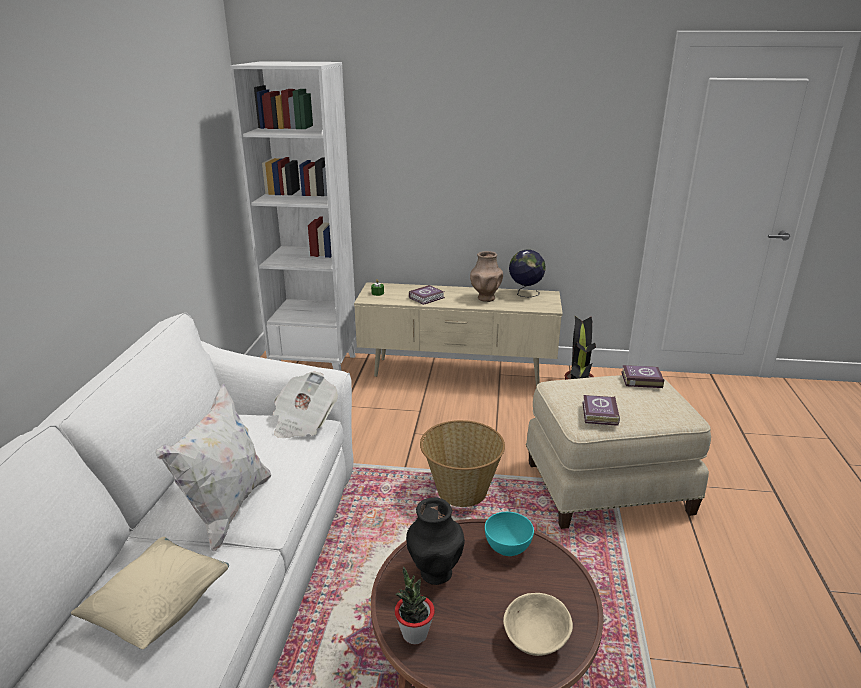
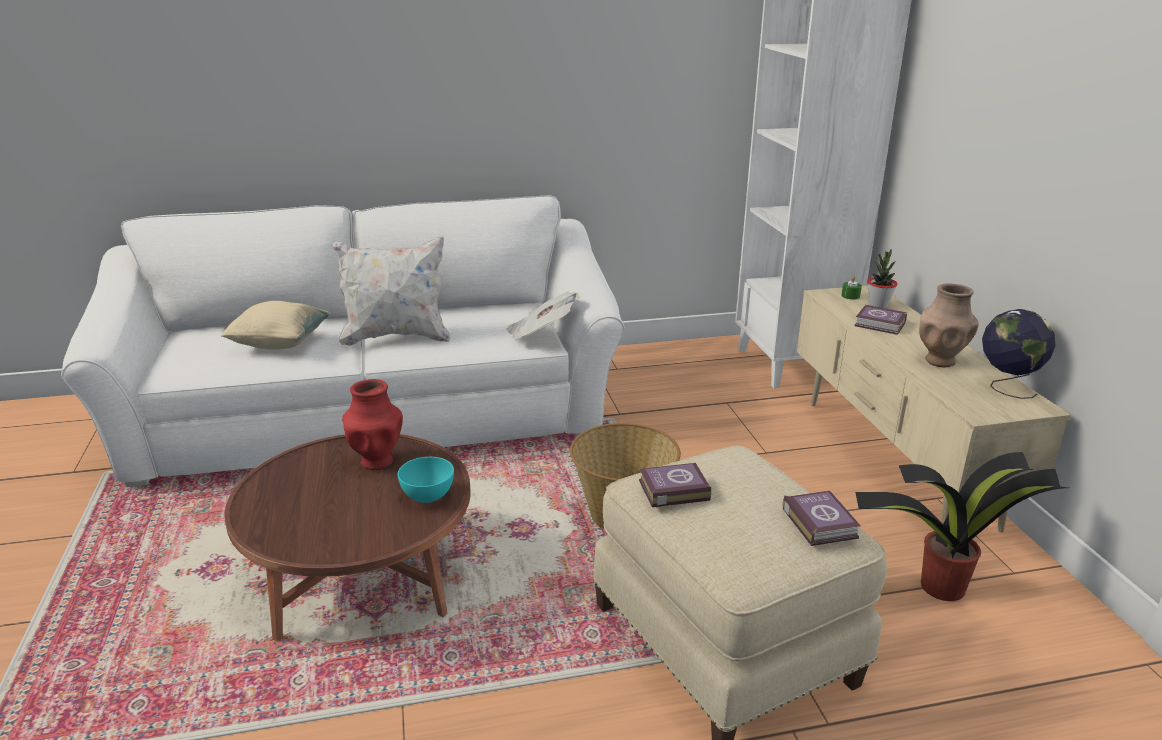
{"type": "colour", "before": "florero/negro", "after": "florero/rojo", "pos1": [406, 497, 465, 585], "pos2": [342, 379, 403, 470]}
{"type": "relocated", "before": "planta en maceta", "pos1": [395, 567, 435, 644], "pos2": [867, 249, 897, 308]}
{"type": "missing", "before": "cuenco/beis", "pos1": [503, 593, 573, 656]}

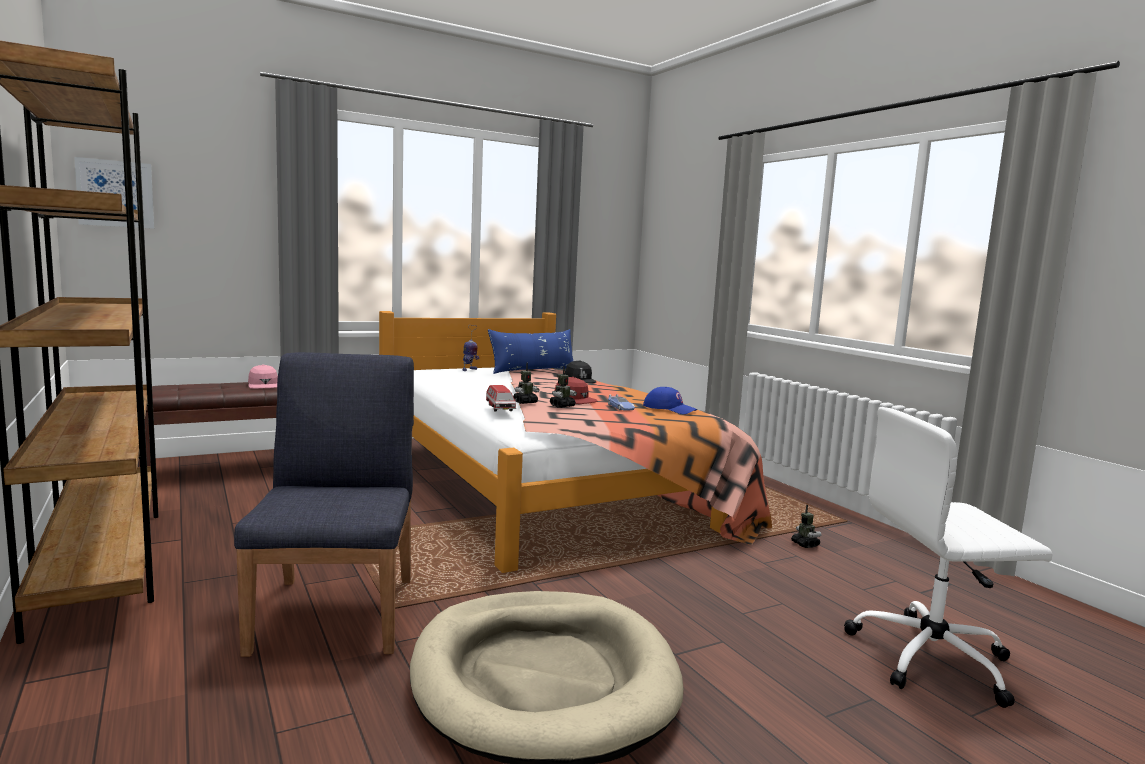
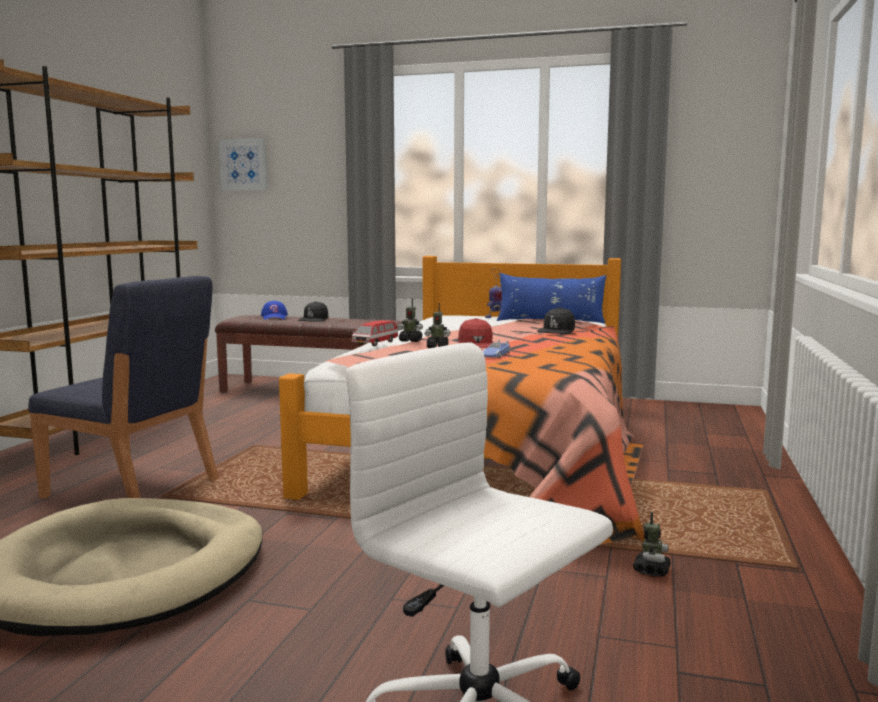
{"type": "spun", "before": "silla/azul", "pos1": [234, 352, 414, 657], "pos2": [28, 276, 219, 499], "turn": 75}
{"type": "relocated", "before": "gorra/azul", "pos1": [643, 387, 697, 414], "pos2": [261, 301, 288, 320]}
{"type": "colour", "before": "gorra/rosa", "after": "gorra/negro", "pos1": [248, 365, 278, 389], "pos2": [298, 301, 328, 322]}

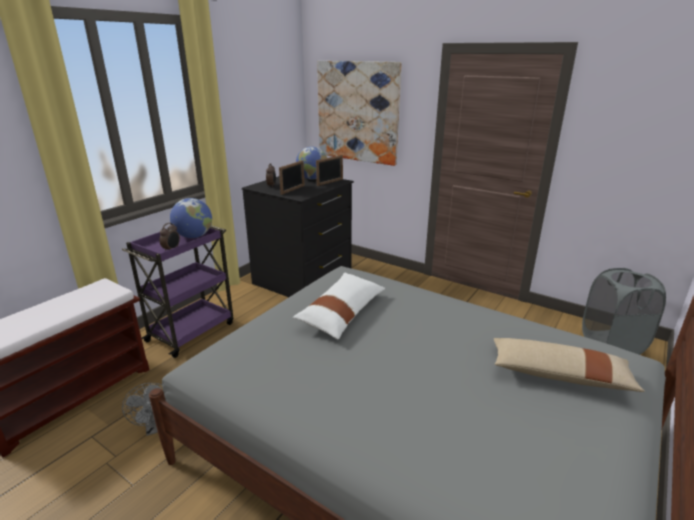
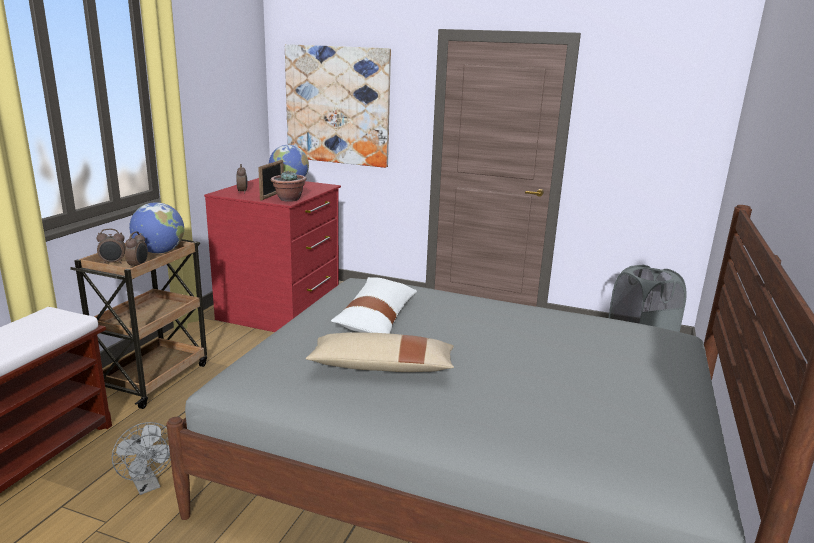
{"type": "colour", "before": "carrito/morado", "after": "carrito/marrón", "pos1": [122, 225, 233, 358], "pos2": [70, 239, 207, 409]}
{"type": "appeared", "after": "despertador", "pos2": [97, 229, 126, 264]}
{"type": "colour", "before": "cómoda/negro", "after": "cómoda/rojo", "pos1": [242, 176, 354, 297], "pos2": [204, 178, 341, 332]}
{"type": "appeared", "after": "planta en maceta", "pos2": [271, 171, 306, 202]}
{"type": "relocated", "before": "cojín/beis", "pos1": [494, 338, 645, 392], "pos2": [306, 332, 454, 372]}
{"type": "missing", "before": "portarretratos", "pos1": [316, 155, 343, 186]}

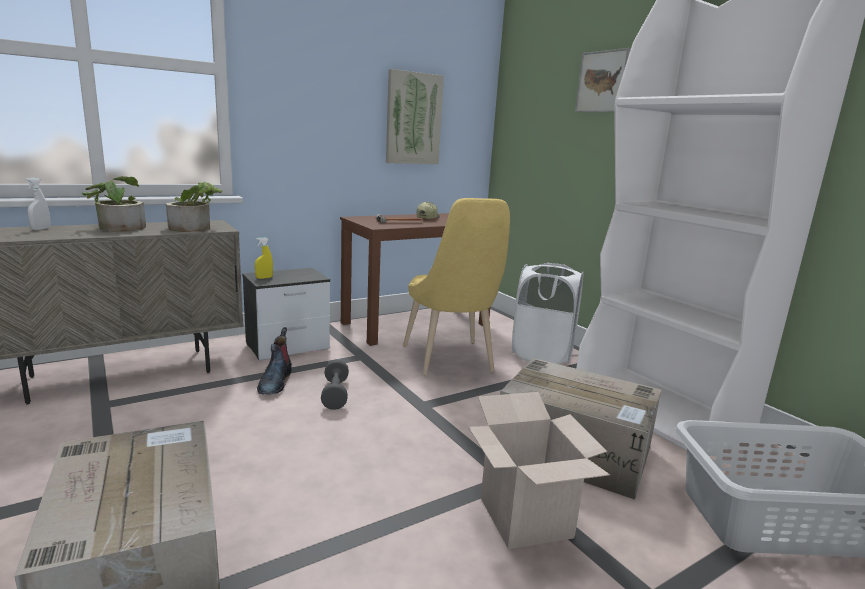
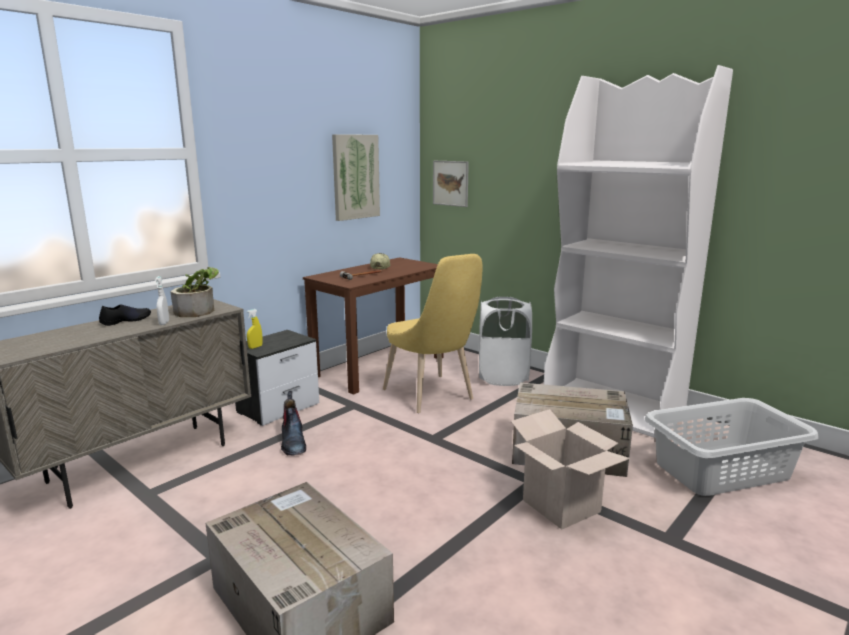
{"type": "exchanged", "before": "planta en maceta", "after": "zapato/negro", "pos1": [82, 176, 146, 231], "pos2": [99, 304, 151, 326]}
{"type": "relocated", "before": "pulverizador/blanco", "pos1": [25, 178, 51, 230], "pos2": [155, 276, 169, 325]}
{"type": "relocated", "before": "cuadro", "pos1": [575, 48, 630, 112], "pos2": [433, 161, 469, 207]}
{"type": "missing", "before": "mancuerna/gris", "pos1": [321, 359, 349, 410]}

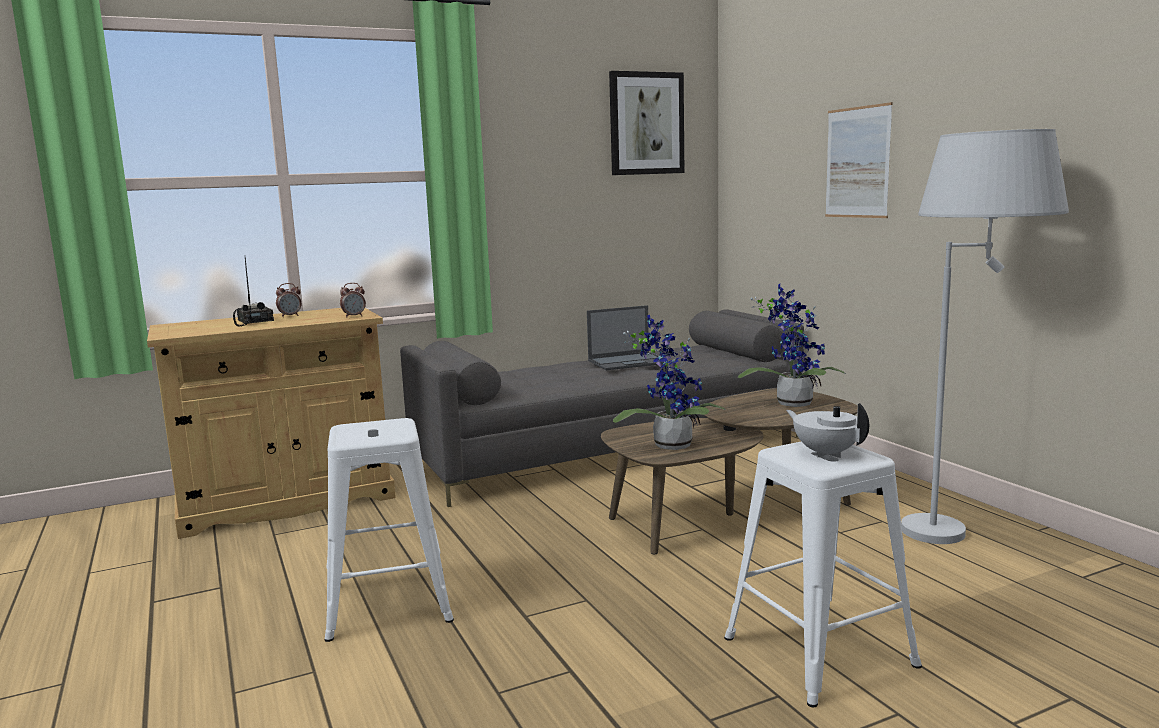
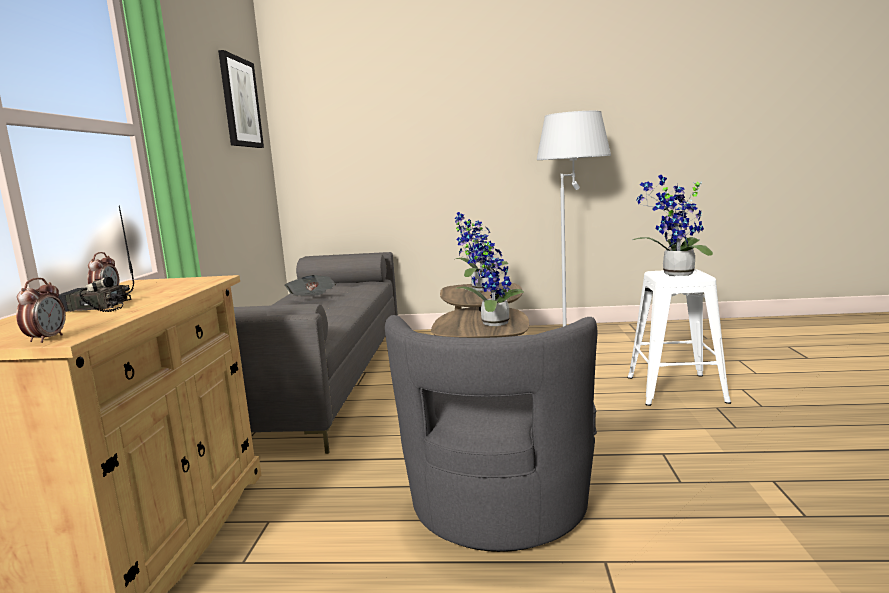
{"type": "relocated", "before": "despertador", "pos1": [340, 283, 366, 317], "pos2": [16, 278, 66, 343]}
{"type": "exchanged", "before": "portátil", "after": "periódico", "pos1": [587, 305, 668, 370], "pos2": [284, 275, 336, 296]}
{"type": "exchanged", "before": "taburete/blanco", "after": "sillón/gris", "pos1": [325, 418, 454, 642], "pos2": [385, 315, 597, 552]}
{"type": "exchanged", "before": "tetera/blanco", "after": "planta en maceta", "pos1": [786, 403, 869, 458], "pos2": [632, 175, 713, 276]}
{"type": "missing", "before": "cuadro", "pos1": [825, 102, 893, 218]}

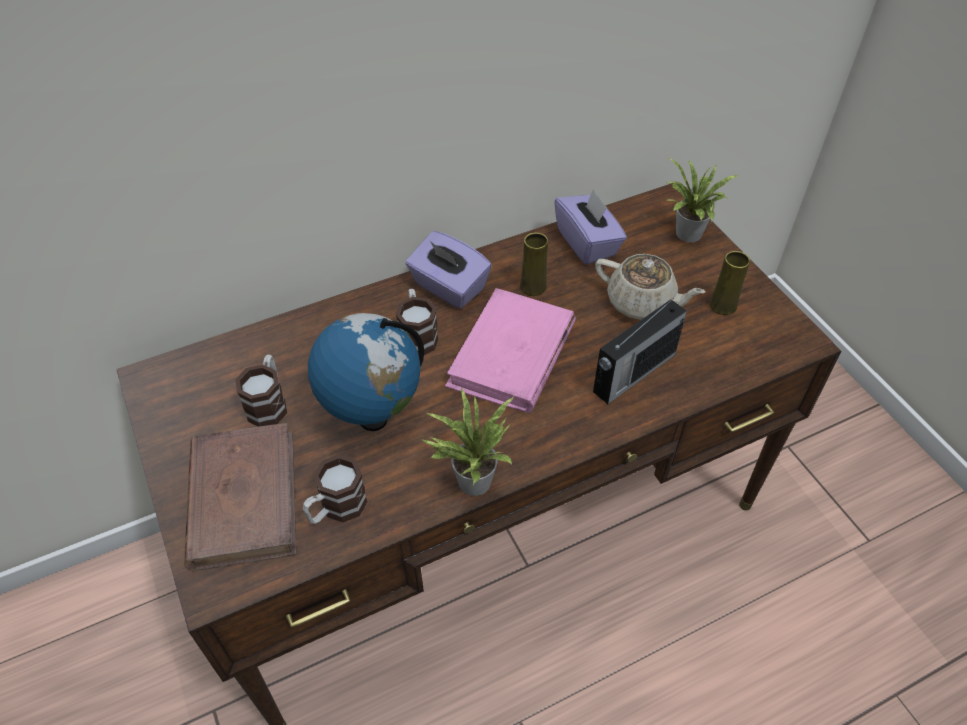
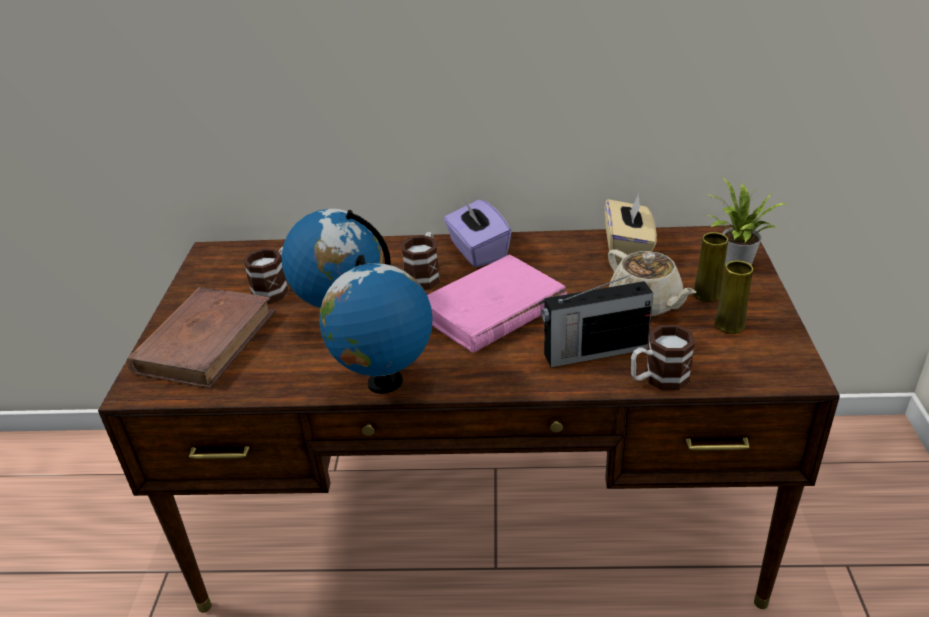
{"type": "exchanged", "before": "planta en maceta", "after": "globo terráqueo", "pos1": [422, 388, 514, 496], "pos2": [319, 255, 432, 394]}
{"type": "colour", "before": "caja de pañuelos/morado", "after": "caja de pañuelos/beis", "pos1": [554, 188, 627, 265], "pos2": [605, 194, 657, 264]}
{"type": "relocated", "before": "taza grande", "pos1": [303, 454, 368, 524], "pos2": [631, 325, 695, 390]}
{"type": "relocated", "before": "florero/amarillo", "pos1": [520, 233, 548, 296], "pos2": [693, 232, 728, 302]}

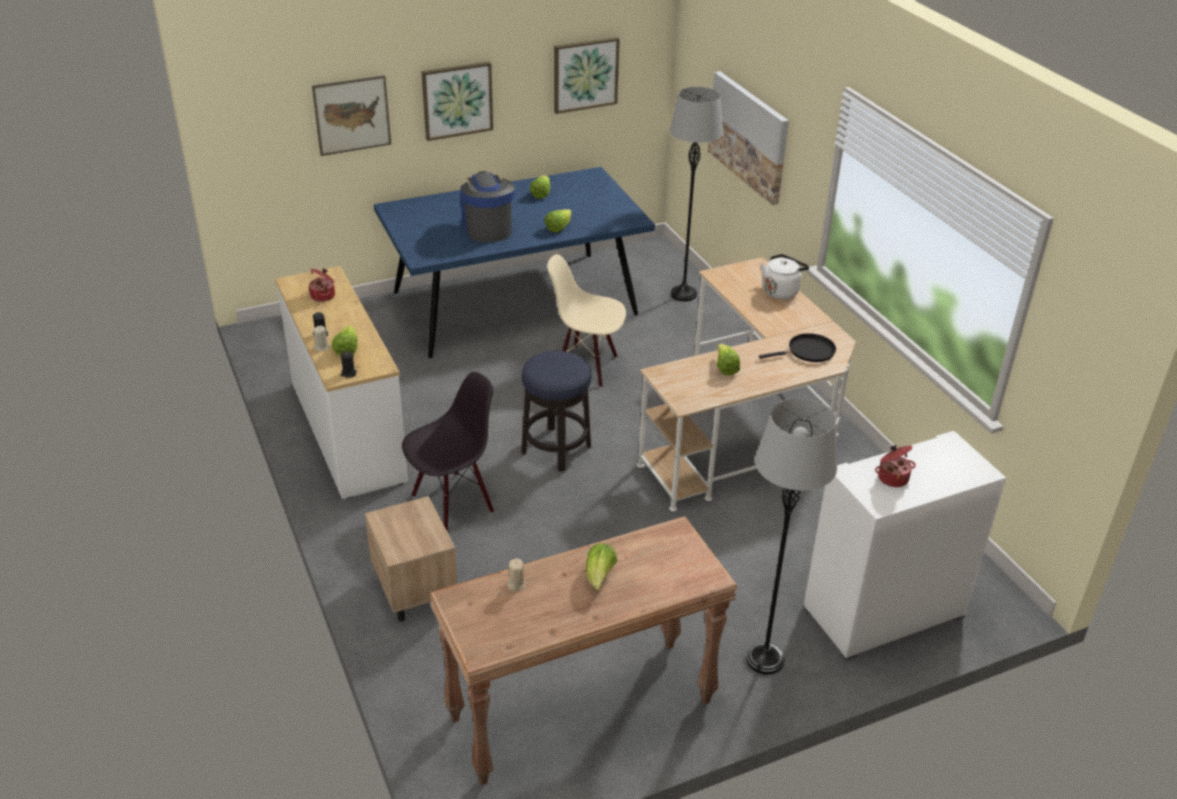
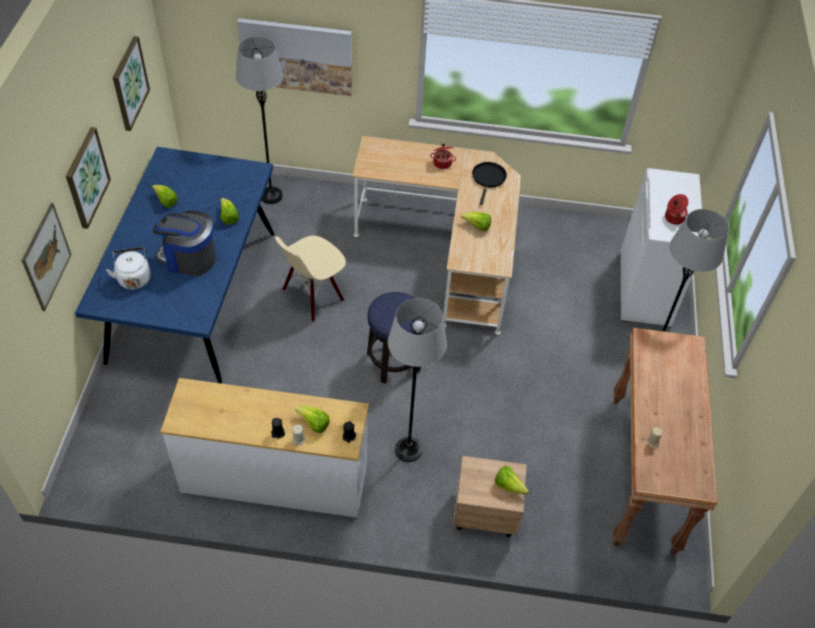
{"type": "relocated", "before": "hervidor/blanco", "pos1": [761, 254, 809, 299], "pos2": [106, 247, 151, 290]}
{"type": "exchanged", "before": "silla/negro", "after": "lámpara de pie/gris", "pos1": [402, 372, 494, 531], "pos2": [388, 298, 447, 462]}
{"type": "relocated", "before": "olla", "pos1": [308, 268, 335, 302], "pos2": [430, 144, 456, 169]}
{"type": "relocated", "before": "lechuga", "pos1": [586, 543, 617, 590], "pos2": [495, 466, 529, 494]}

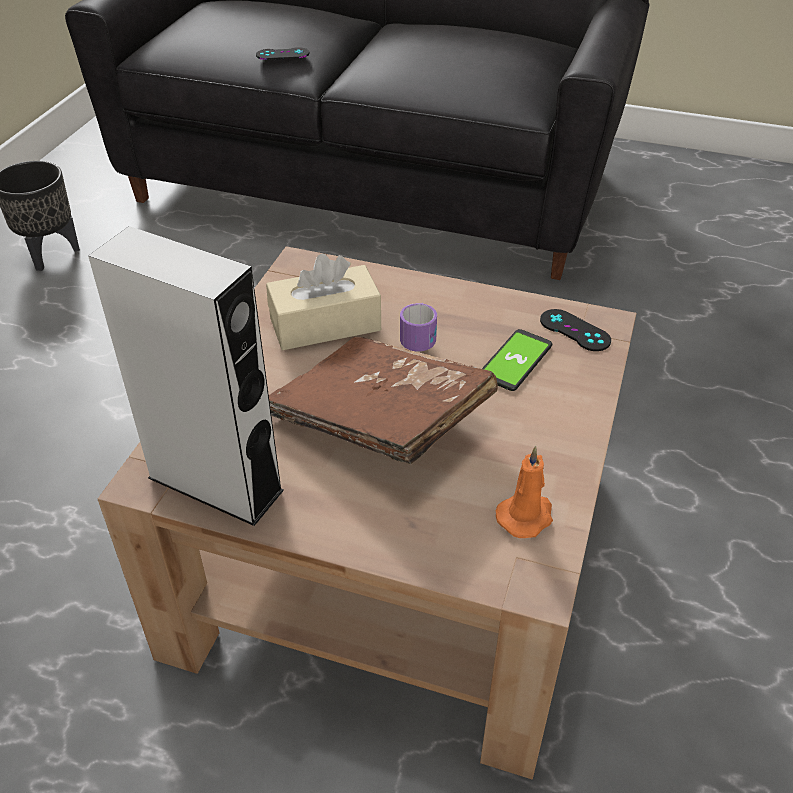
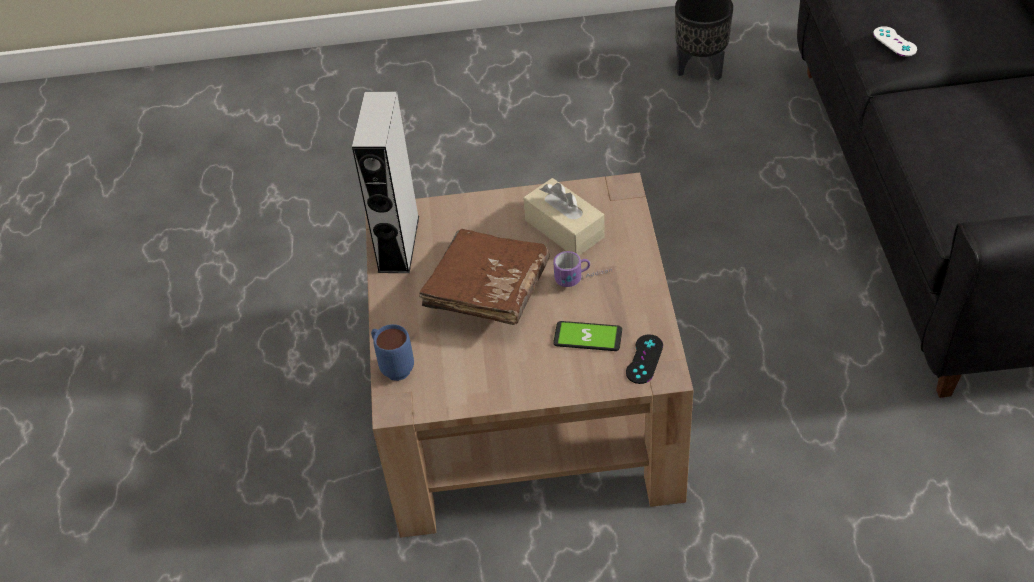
{"type": "appeared", "after": "taza grande/azul", "pos2": [371, 324, 414, 381]}
{"type": "colour", "before": "mando de consola/negro", "after": "mando de consola/blanco", "pos1": [256, 47, 309, 60], "pos2": [873, 26, 917, 56]}
{"type": "missing", "before": "vela/naranja", "pos1": [495, 446, 553, 538]}

